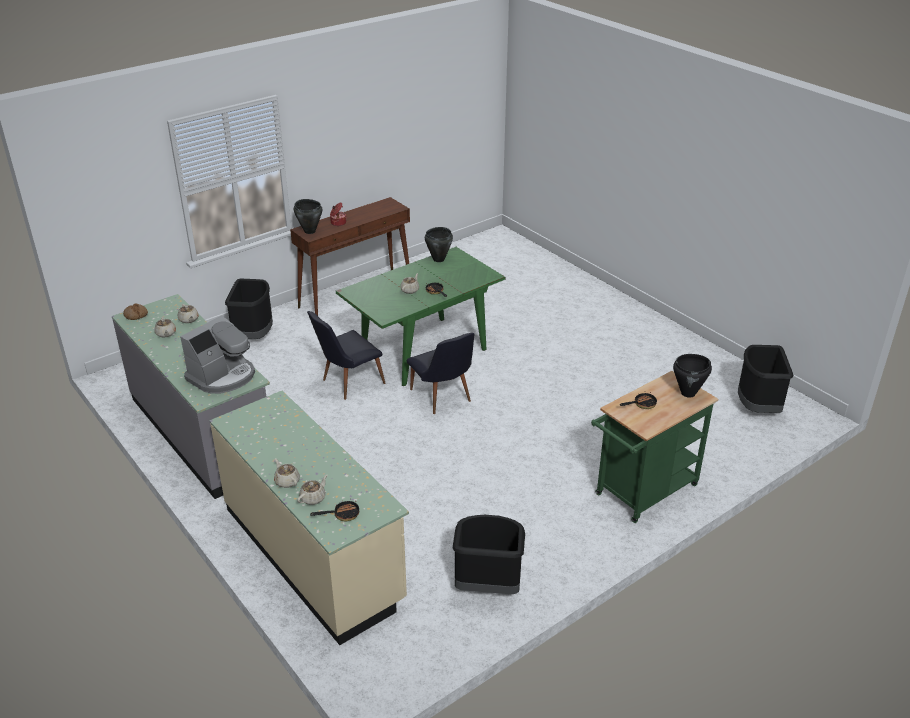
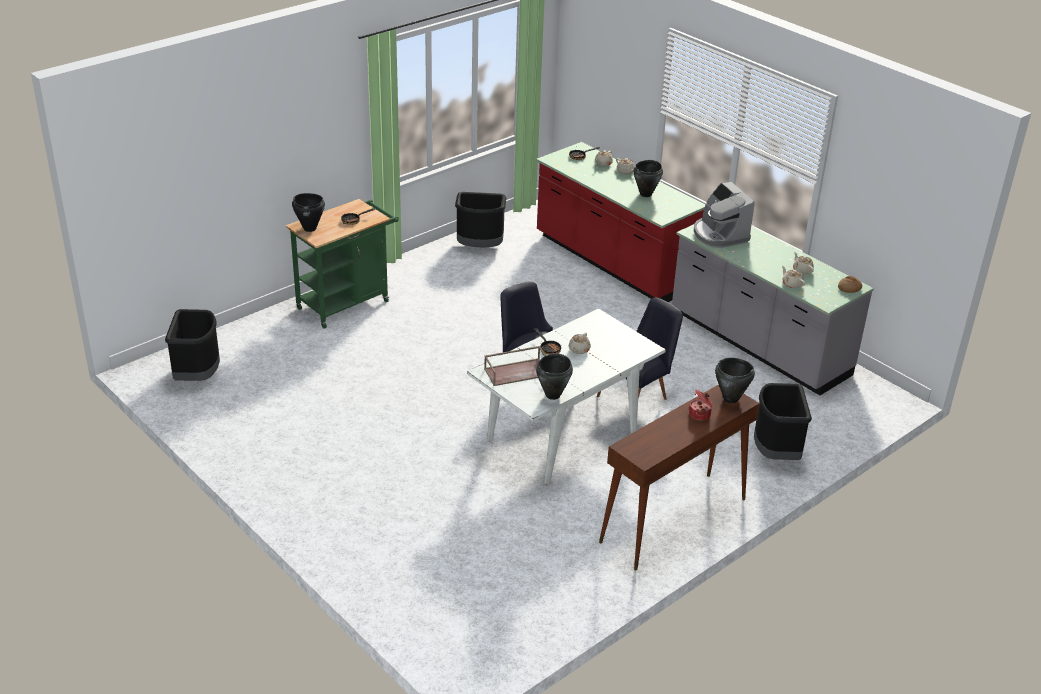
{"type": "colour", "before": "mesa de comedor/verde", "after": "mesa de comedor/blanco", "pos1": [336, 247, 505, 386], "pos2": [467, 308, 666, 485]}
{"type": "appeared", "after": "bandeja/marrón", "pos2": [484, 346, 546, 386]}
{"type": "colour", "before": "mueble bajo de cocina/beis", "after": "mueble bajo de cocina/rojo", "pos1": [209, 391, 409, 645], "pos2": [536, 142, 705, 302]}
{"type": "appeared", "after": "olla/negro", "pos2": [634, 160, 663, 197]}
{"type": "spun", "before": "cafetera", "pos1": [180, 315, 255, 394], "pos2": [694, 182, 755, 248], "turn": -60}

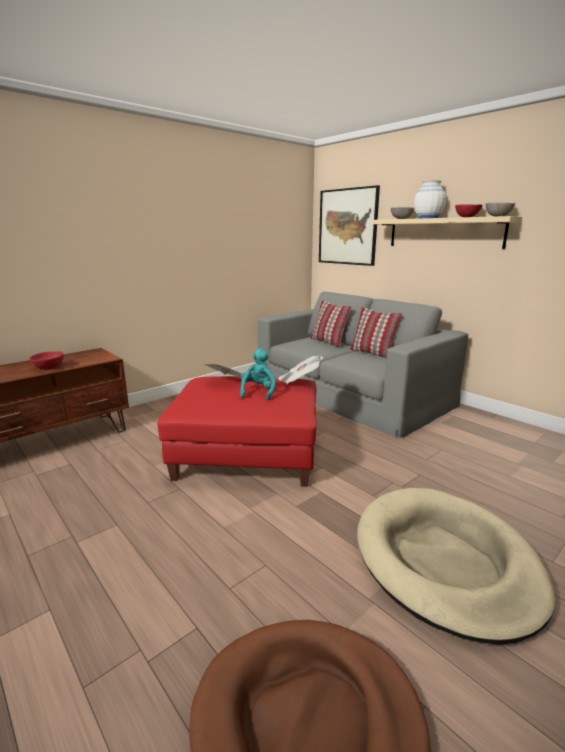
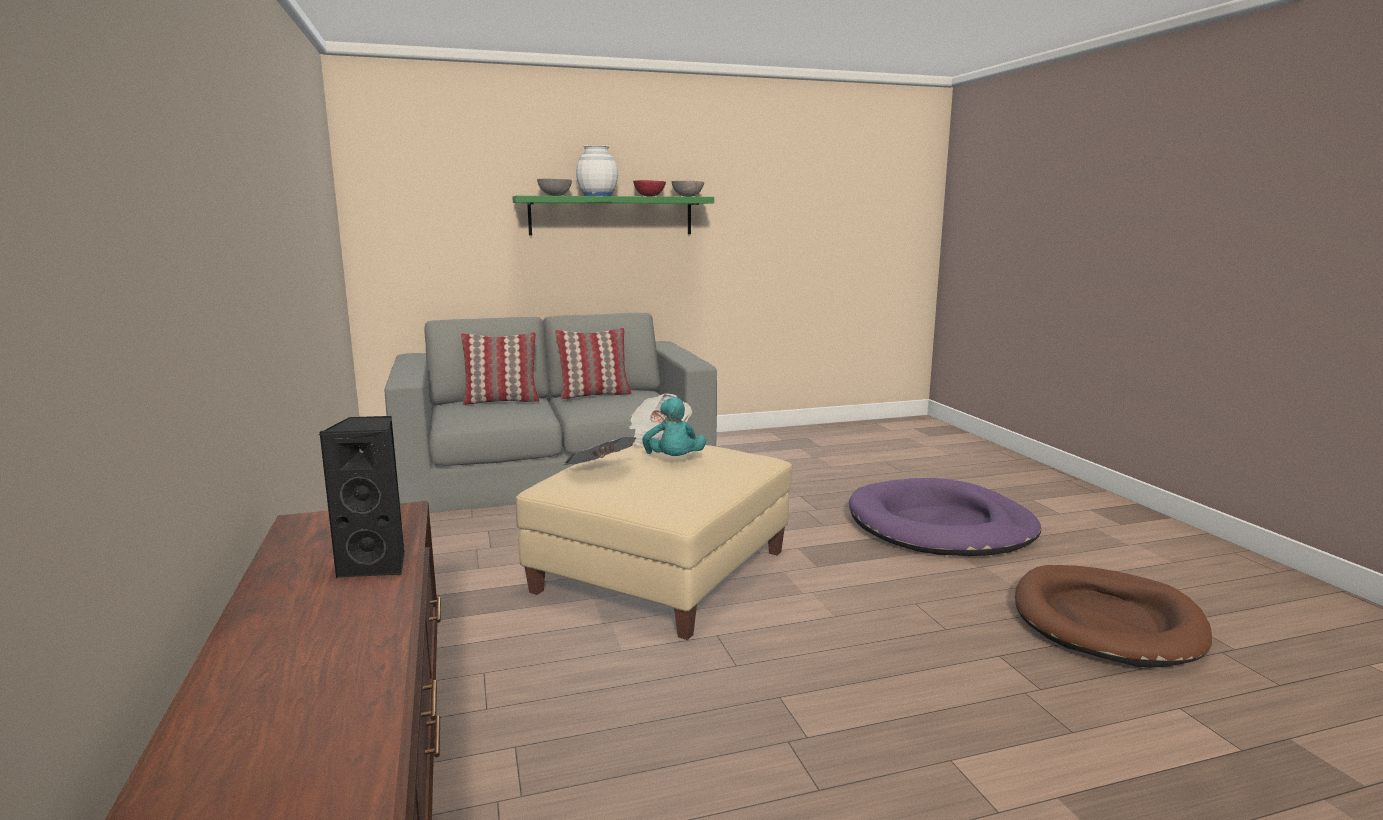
{"type": "exchanged", "before": "cuenco/rojo", "after": "altavoz/negro", "pos1": [29, 351, 64, 369], "pos2": [318, 416, 405, 578]}
{"type": "colour", "before": "estante/beis", "after": "estante/verde", "pos1": [371, 216, 522, 249], "pos2": [512, 196, 714, 235]}
{"type": "colour", "before": "puf/rojo", "after": "puf/beis", "pos1": [157, 376, 317, 487], "pos2": [516, 443, 792, 640]}
{"type": "spun", "before": "peluche/turquesa", "pos1": [240, 348, 276, 400], "pos2": [642, 397, 706, 456], "turn": -135}
{"type": "colour", "before": "cama para perro/beis", "after": "cama para perro/morado", "pos1": [357, 488, 555, 645], "pos2": [849, 478, 1041, 556]}
{"type": "missing", "before": "cuadro", "pos1": [319, 185, 380, 266]}

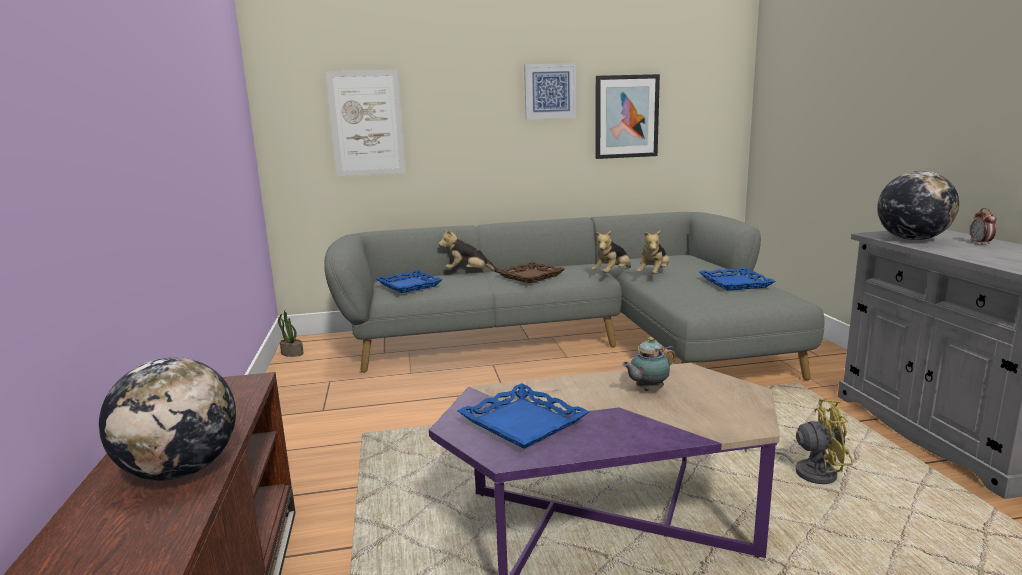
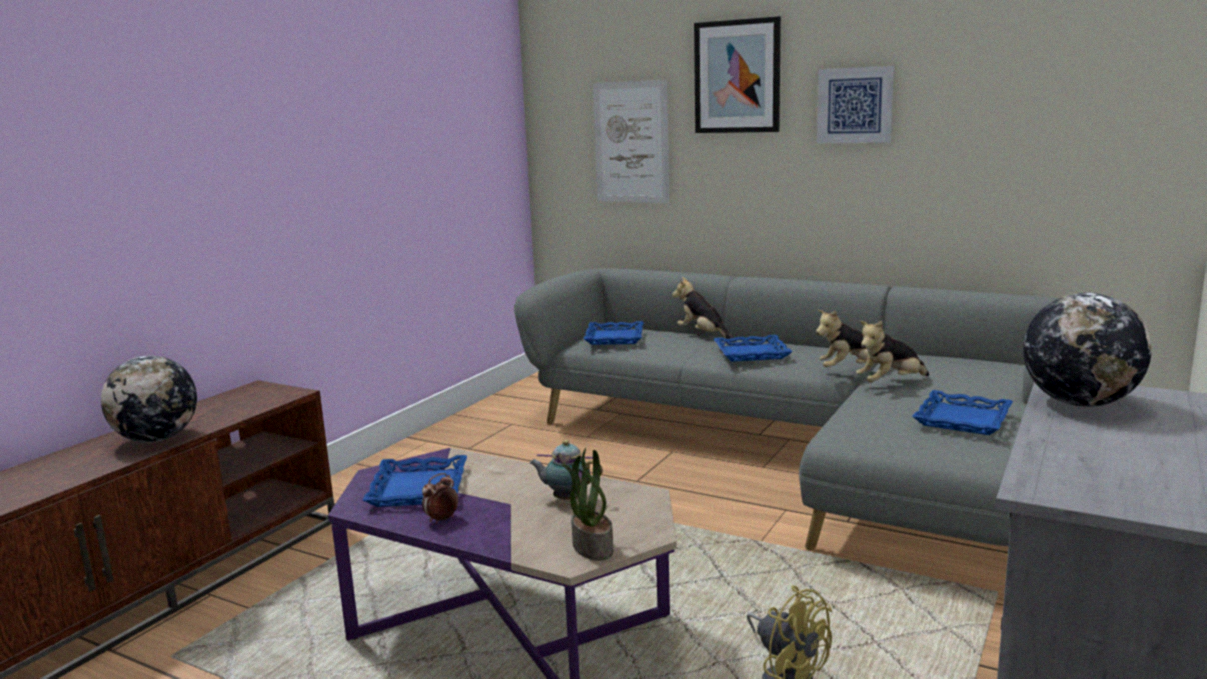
{"type": "relocated", "before": "despertador", "pos1": [970, 208, 996, 245], "pos2": [422, 473, 458, 524]}
{"type": "relocated", "before": "planta en maceta", "pos1": [278, 310, 304, 357], "pos2": [562, 448, 613, 561]}
{"type": "relocated", "before": "cuadro", "pos1": [595, 74, 660, 159], "pos2": [694, 16, 781, 133]}
{"type": "colour", "before": "bandeja/marrón", "after": "bandeja/azul", "pos1": [497, 262, 565, 283], "pos2": [714, 335, 793, 362]}

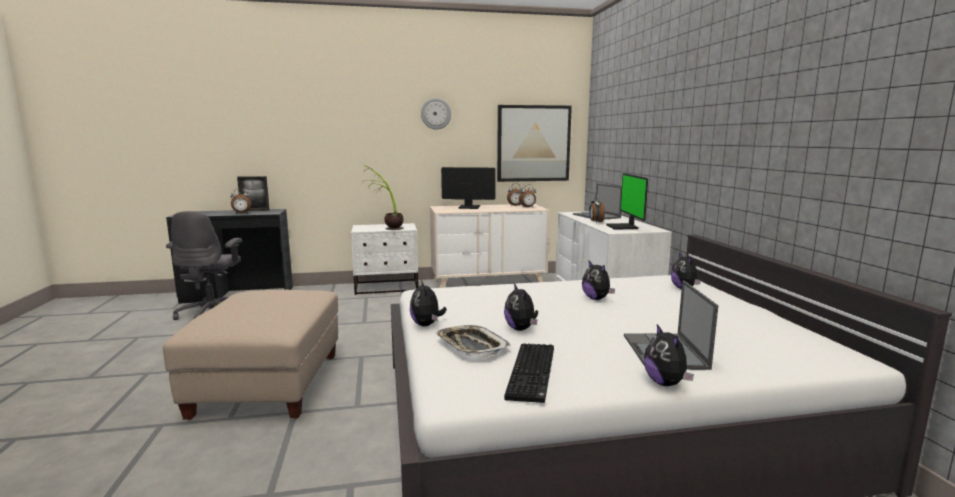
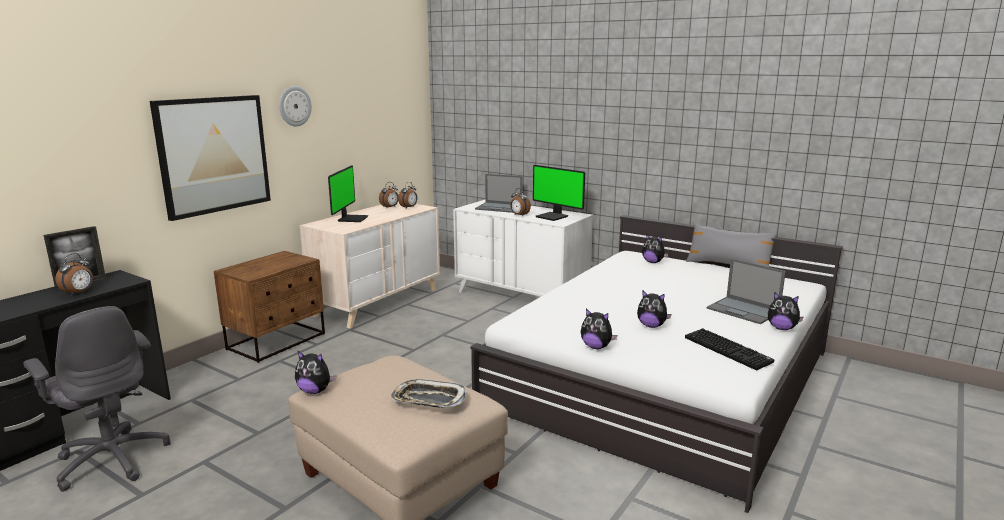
{"type": "relocated", "before": "cuadro", "pos1": [497, 105, 572, 182], "pos2": [150, 95, 271, 221]}
{"type": "colour", "before": "mesita de noche/blanco", "after": "mesita de noche/marrón", "pos1": [351, 223, 418, 295], "pos2": [214, 251, 325, 363]}
{"type": "relocated", "before": "peluche", "pos1": [582, 261, 615, 300], "pos2": [295, 351, 336, 394]}
{"type": "spun", "before": "monitor", "pos1": [441, 167, 496, 209], "pos2": [328, 165, 368, 222], "turn": 135}
{"type": "relocated", "before": "bandeja", "pos1": [435, 325, 511, 357], "pos2": [391, 379, 465, 408]}
{"type": "appeared", "after": "cojín/gris", "pos2": [686, 223, 777, 267]}
{"type": "missing", "before": "planta en maceta", "pos1": [361, 165, 404, 230]}

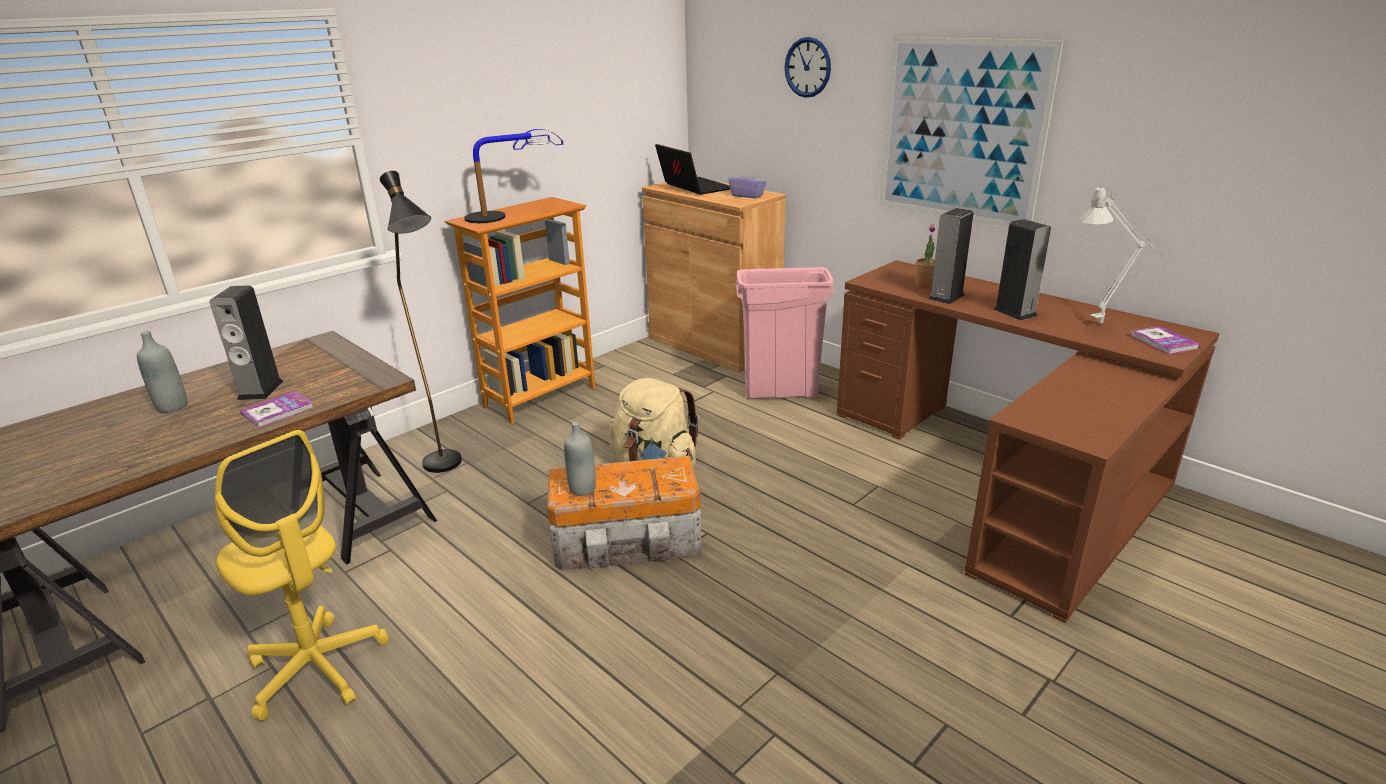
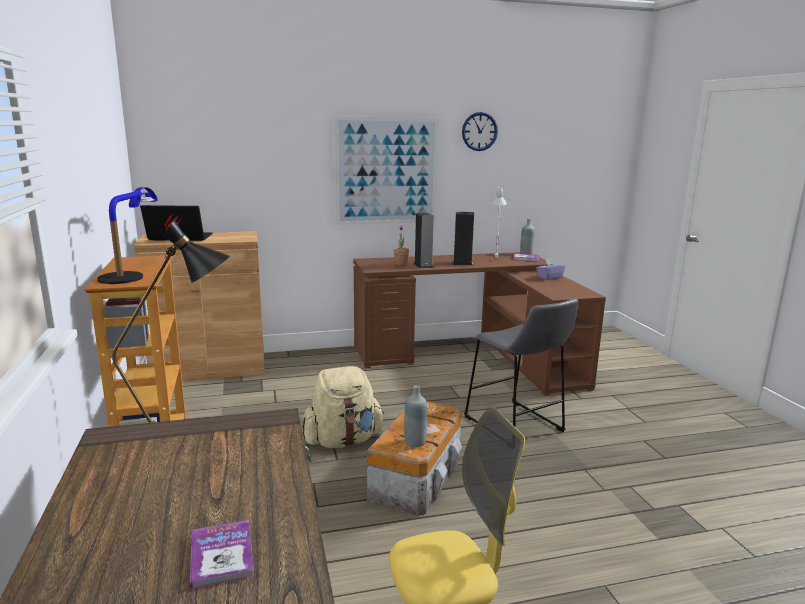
{"type": "relocated", "before": "libro", "pos1": [240, 391, 314, 428], "pos2": [190, 520, 254, 589]}
{"type": "relocated", "before": "reloj de pared", "pos1": [785, 37, 831, 98], "pos2": [462, 112, 498, 151]}
{"type": "appeared", "after": "taburete/gris", "pos2": [464, 298, 578, 432]}
{"type": "relocated", "before": "botella/gris", "pos1": [137, 331, 187, 413], "pos2": [520, 219, 535, 254]}
{"type": "relocated", "before": "caja de pañuelos/morado", "pos1": [728, 168, 766, 198], "pos2": [536, 258, 565, 280]}
{"type": "missing", "before": "altavoz", "pos1": [210, 285, 283, 400]}
{"type": "missing", "before": "papelera/rosa", "pos1": [735, 267, 835, 399]}

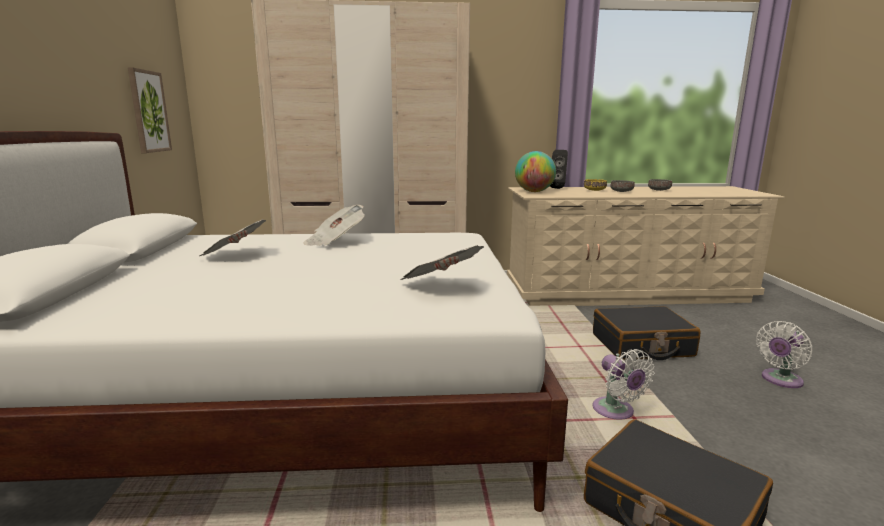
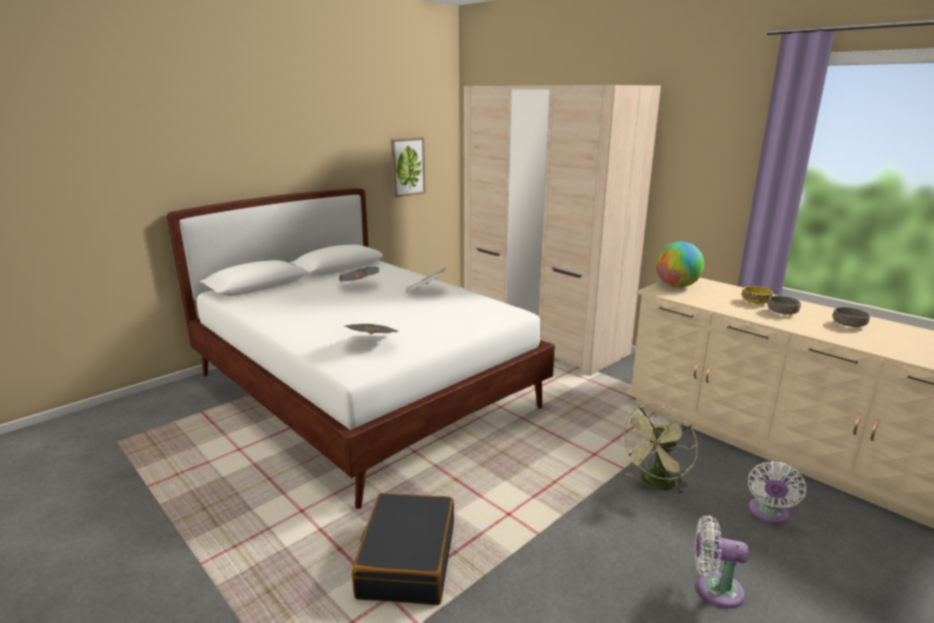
{"type": "exchanged", "before": "maleta/negro", "after": "ventilador/verde", "pos1": [593, 306, 700, 360], "pos2": [618, 403, 698, 495]}
{"type": "relocated", "before": "ventilador/blanco", "pos1": [592, 349, 655, 420], "pos2": [748, 461, 806, 524]}
{"type": "missing", "before": "altavoz/negro", "pos1": [550, 150, 568, 189]}

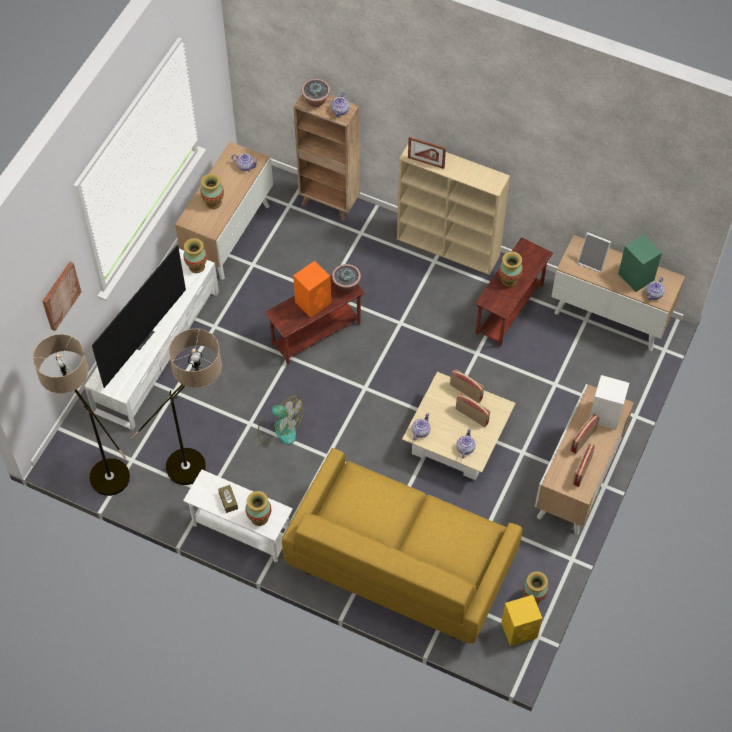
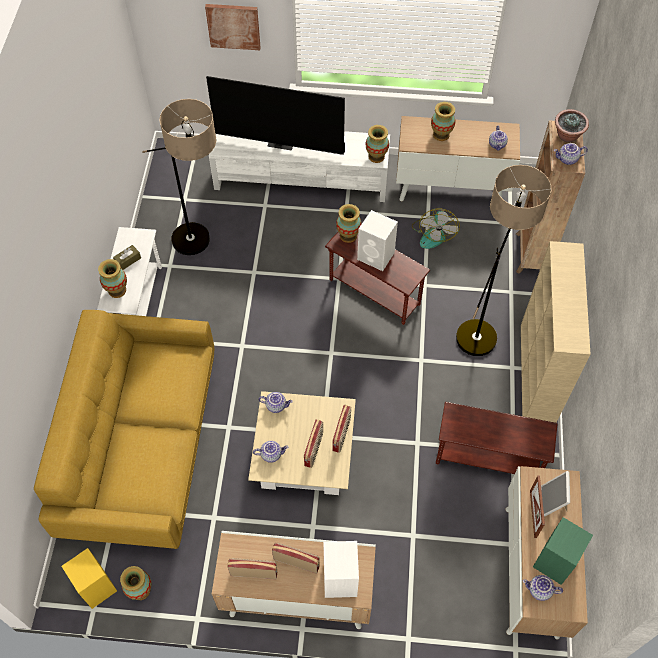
{"type": "relocated", "before": "florero", "pos1": [499, 252, 523, 287], "pos2": [336, 204, 362, 243]}
{"type": "colour", "before": "altavoz/naranja", "after": "altavoz/blanco", "pos1": [293, 261, 331, 318], "pos2": [357, 210, 398, 271]}
{"type": "relocated", "before": "ventilador", "pos1": [258, 396, 304, 445], "pos2": [412, 208, 460, 249]}
{"type": "relocated", "before": "lámpara de pie", "pos1": [33, 334, 130, 496], "pos2": [456, 165, 552, 356]}
{"type": "relocated", "before": "portarretratos", "pos1": [408, 137, 446, 169], "pos2": [530, 476, 545, 538]}
{"type": "missing", "before": "planta en maceta", "pos1": [332, 264, 361, 292]}

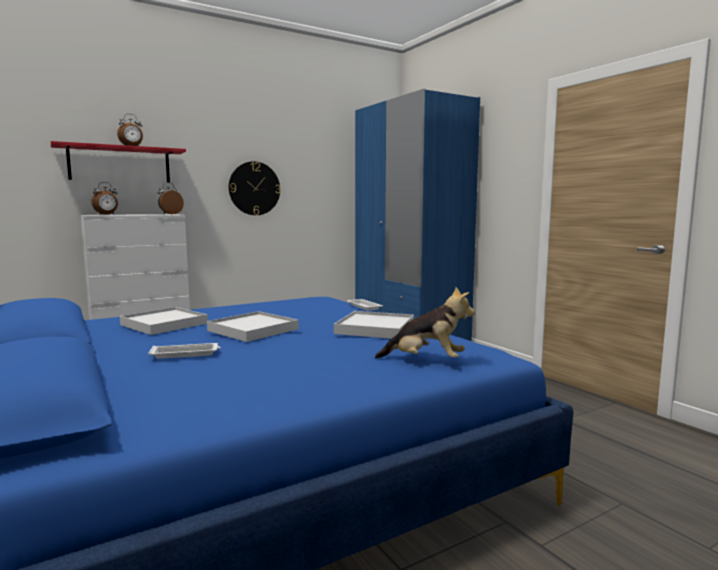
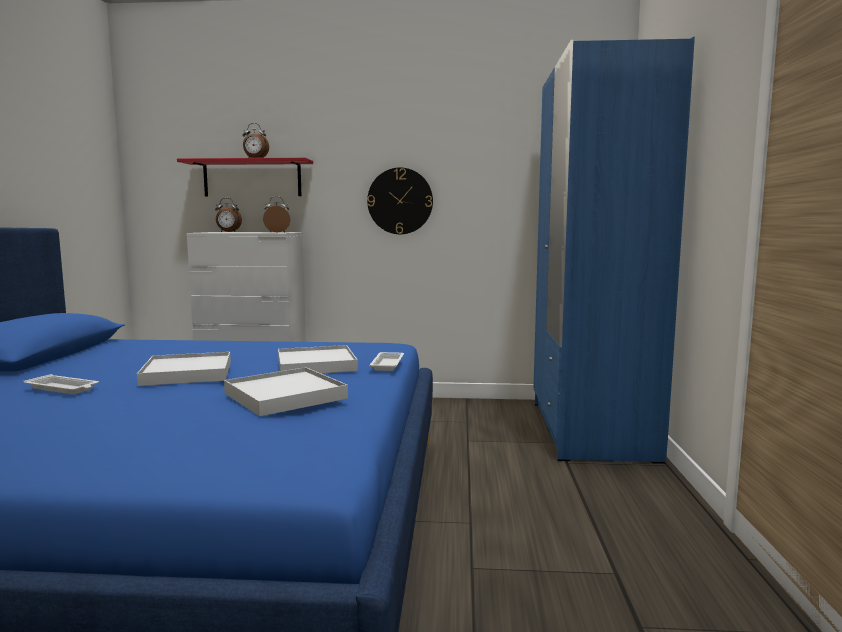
{"type": "relocated", "before": "bandeja/blanco", "pos1": [120, 307, 208, 335], "pos2": [278, 345, 358, 373]}
{"type": "missing", "before": "peluche", "pos1": [375, 287, 475, 359]}

